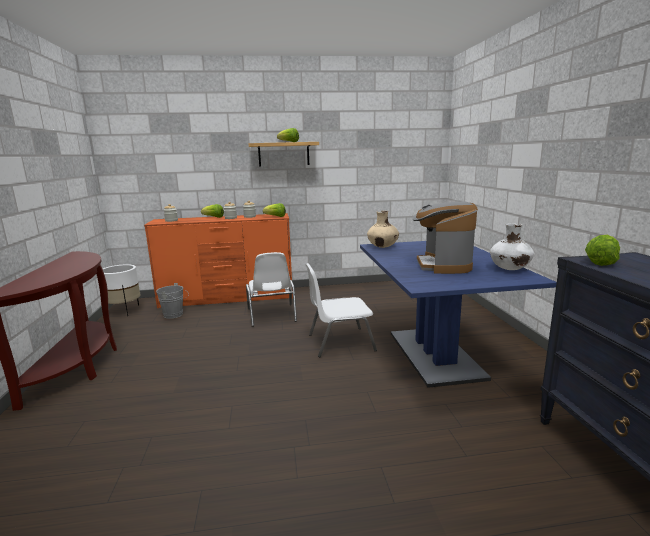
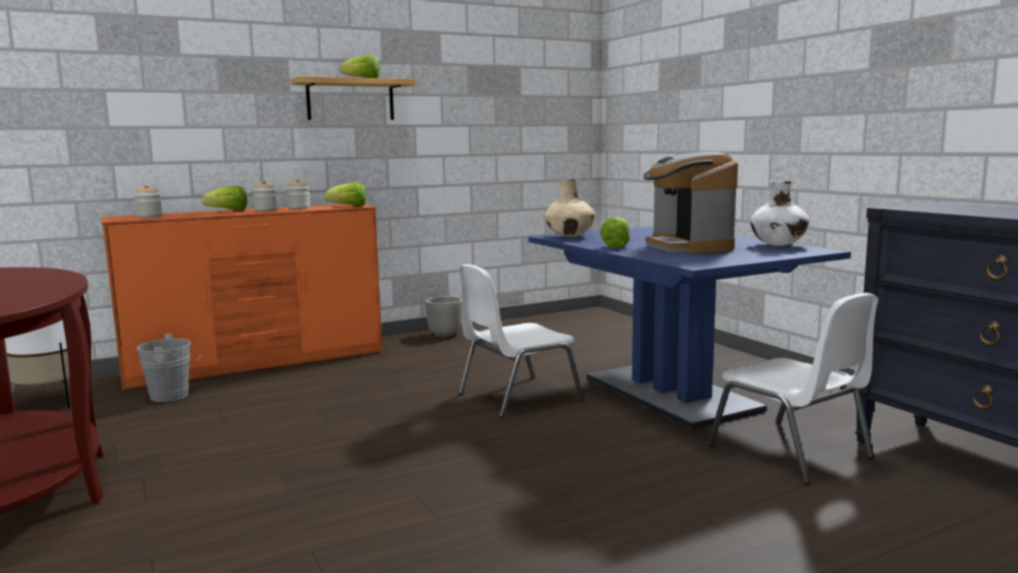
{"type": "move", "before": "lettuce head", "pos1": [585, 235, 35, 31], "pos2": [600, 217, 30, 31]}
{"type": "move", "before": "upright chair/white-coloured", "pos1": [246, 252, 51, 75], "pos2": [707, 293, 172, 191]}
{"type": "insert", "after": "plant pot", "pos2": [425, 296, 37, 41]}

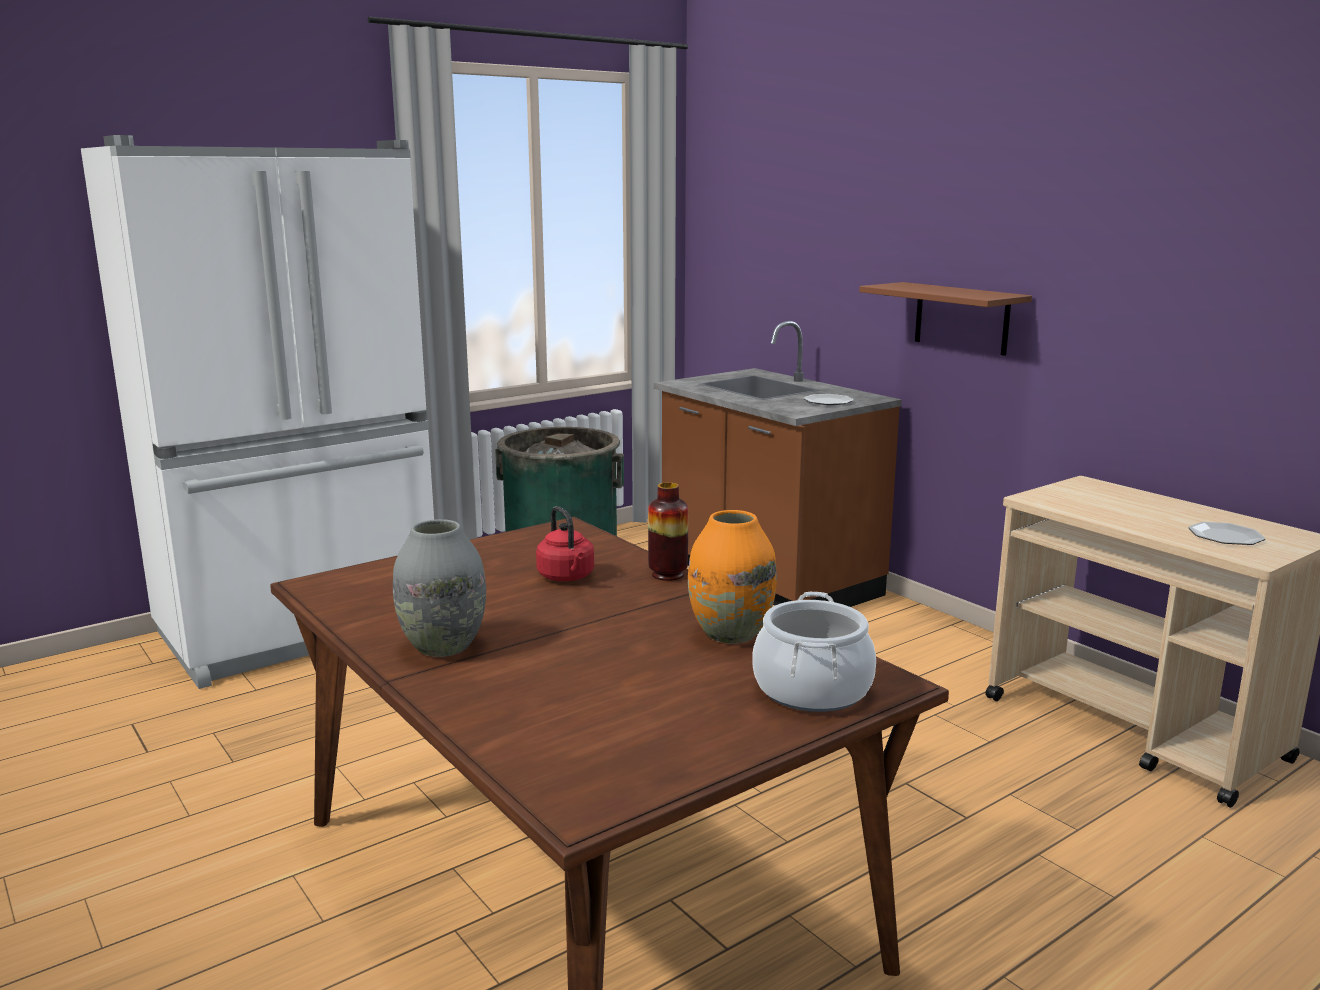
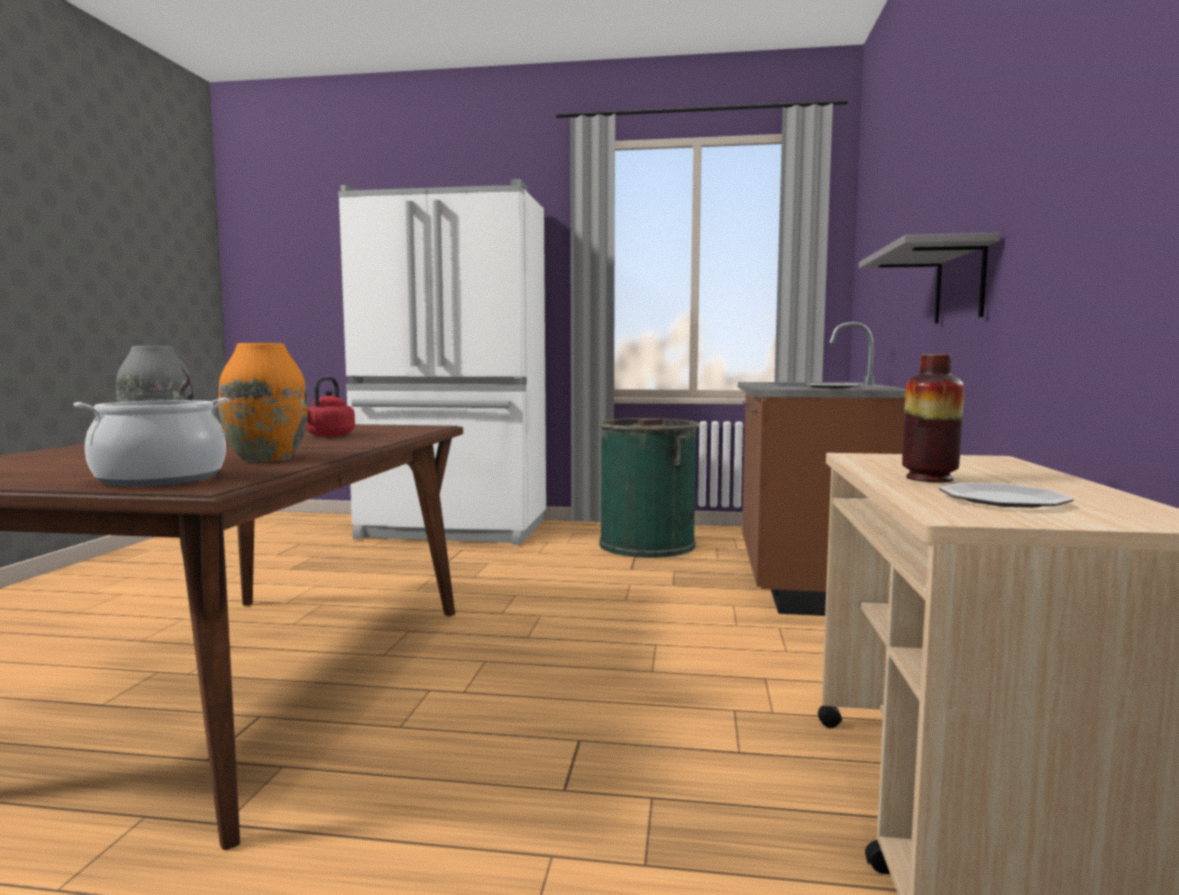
{"type": "recolor", "before": "wall shelf/brownish", "after": "wall shelf/grey", "pos1": [859, 282, 173, 74], "pos2": [859, 233, 141, 91]}
{"type": "move", "before": "flower vase", "pos1": [648, 482, 40, 99], "pos2": [902, 354, 62, 128]}

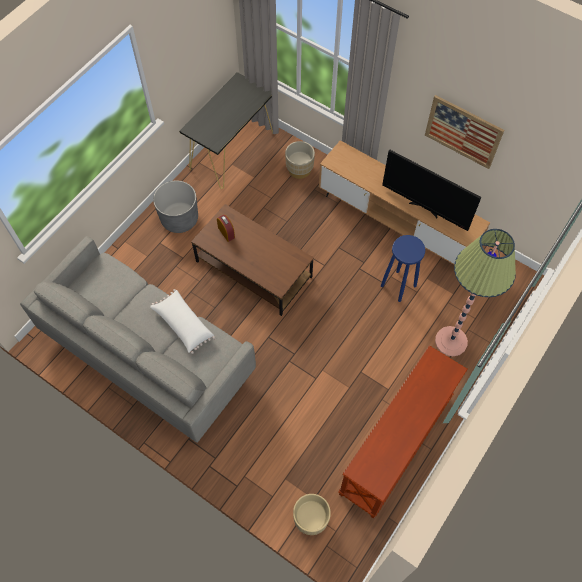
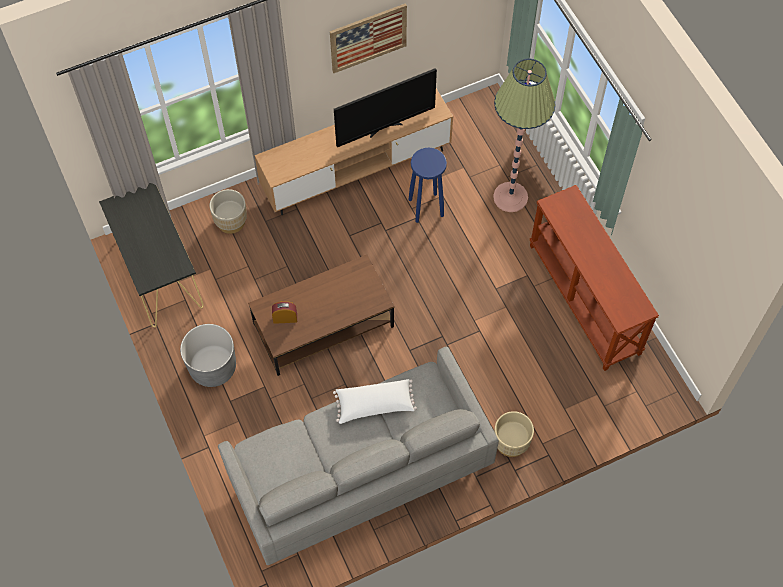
{"type": "move", "before": "plant pot/sand-coloured", "pos1": [293, 494, 38, 41], "pos2": [494, 411, 40, 46]}

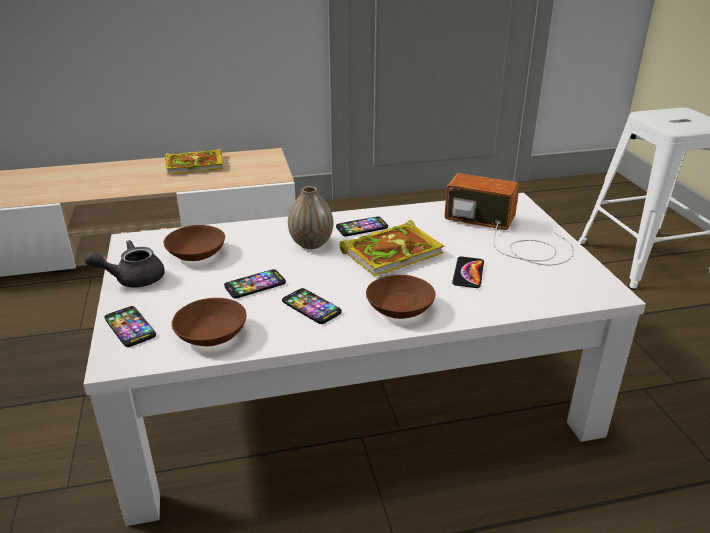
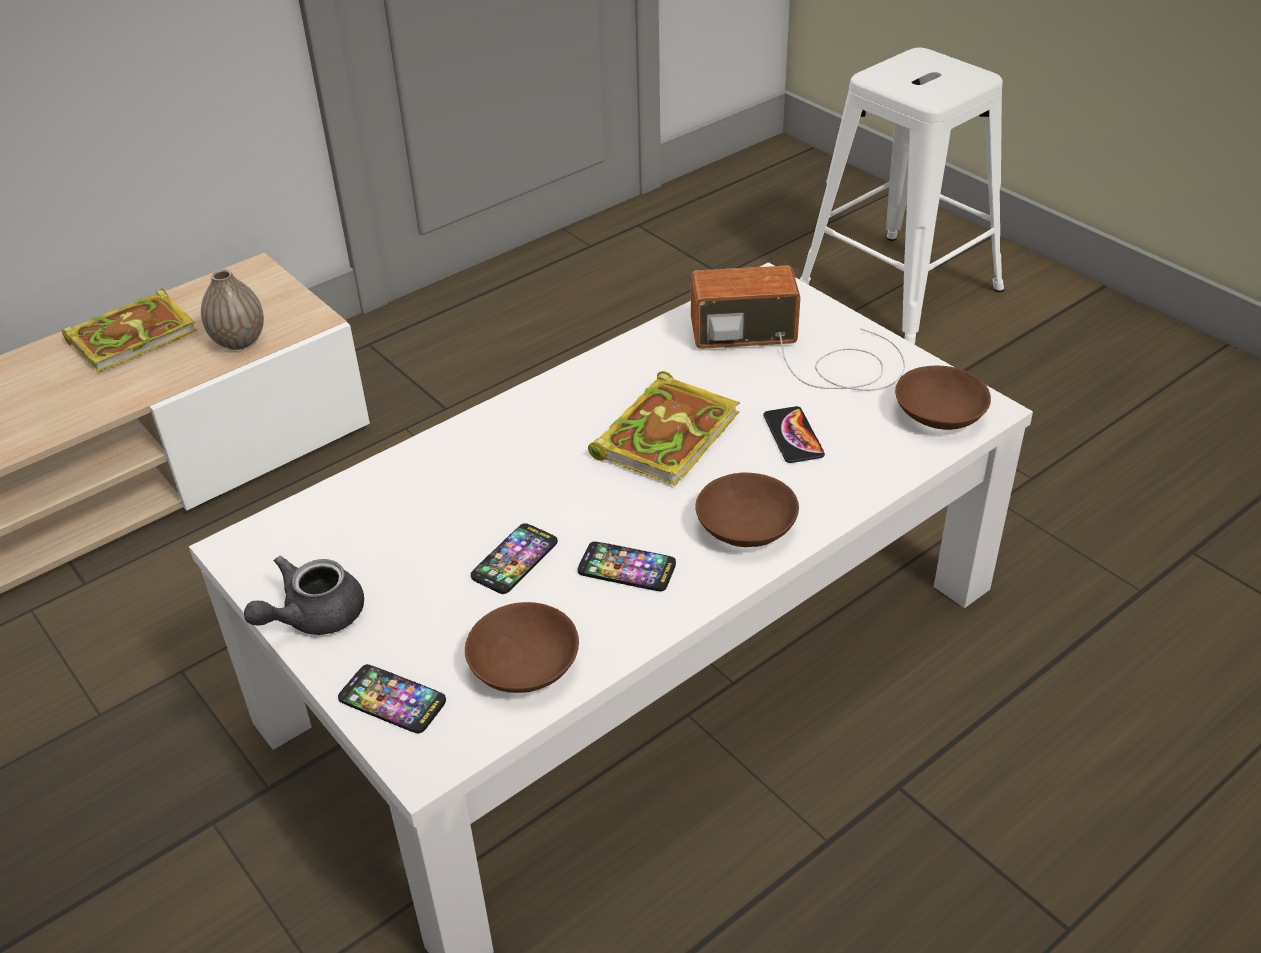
{"type": "move", "before": "flower vase", "pos1": [288, 186, 45, 63], "pos2": [201, 270, 63, 80]}
{"type": "delete", "before": "phone", "pos1": [336, 216, 52, 20]}
{"type": "move", "before": "serving bowl/brownish", "pos1": [163, 225, 62, 36], "pos2": [895, 366, 96, 64]}

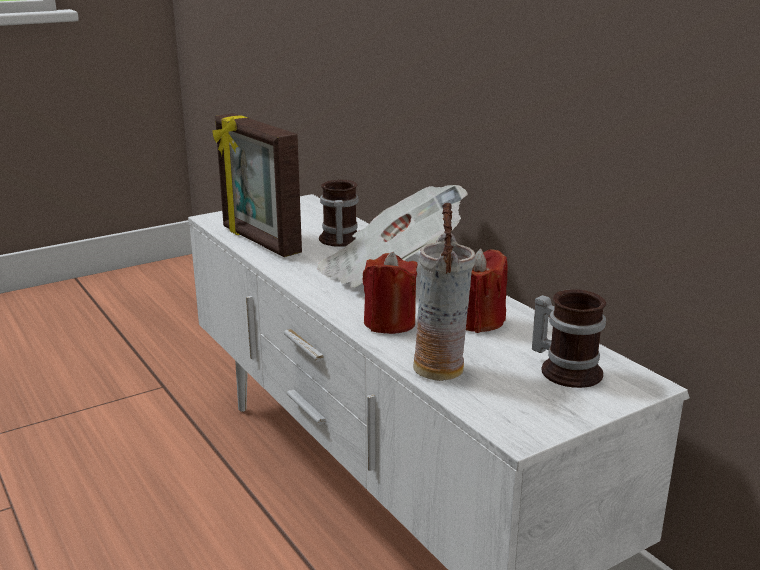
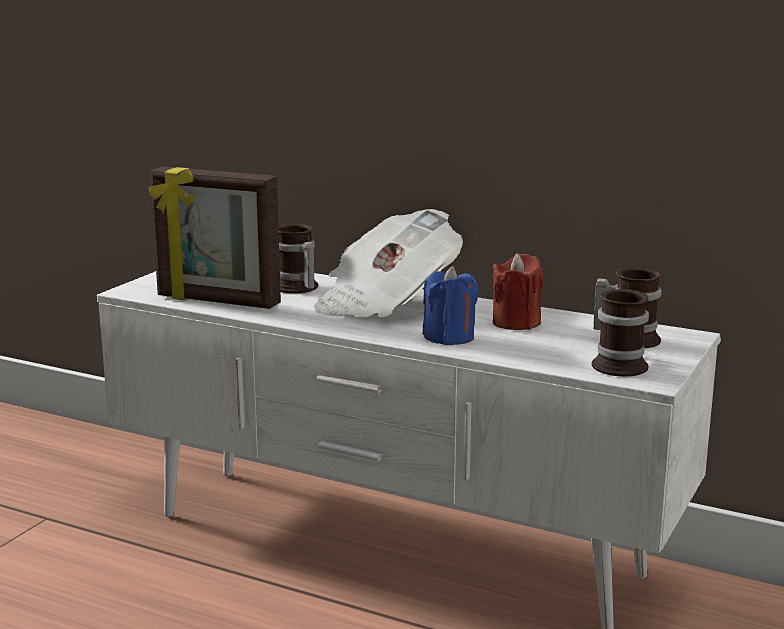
{"type": "delete", "before": "flower vase", "pos1": [413, 203, 62, 178]}
{"type": "recolor", "before": "wax light/reddish", "after": "wax light/blue", "pos1": [363, 252, 55, 82], "pos2": [423, 266, 56, 79]}
{"type": "insert", "after": "tea mug", "pos2": [592, 289, 57, 88]}

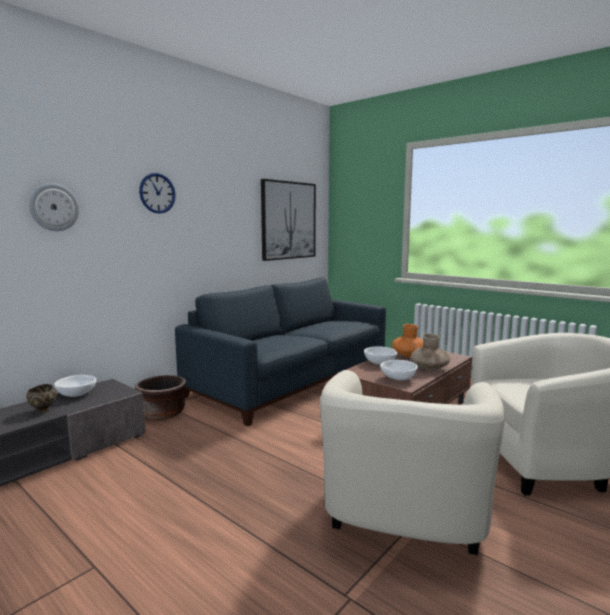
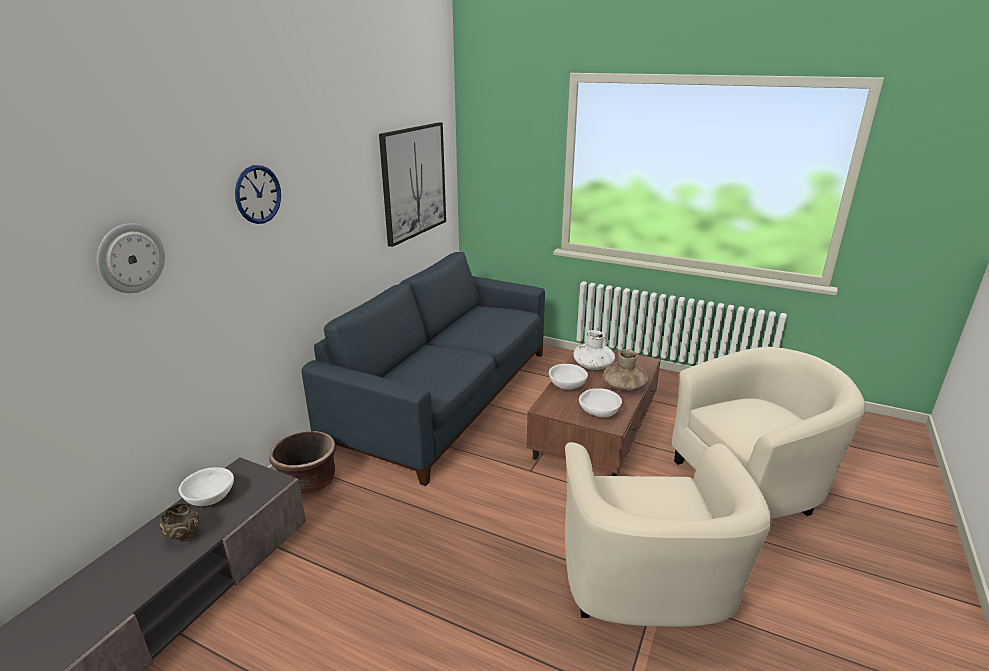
{"type": "recolor", "before": "flower vase/orangey", "after": "flower vase/white-coloured", "pos1": [392, 324, 31, 33], "pos2": [573, 330, 42, 40]}

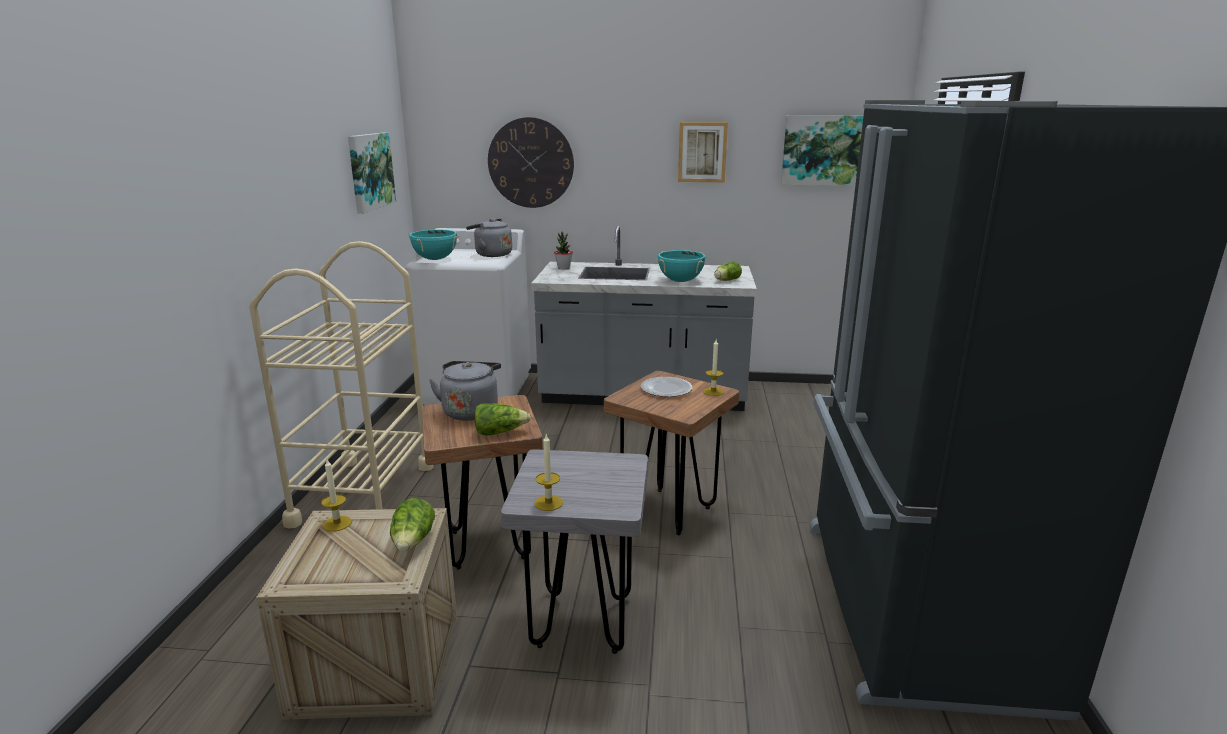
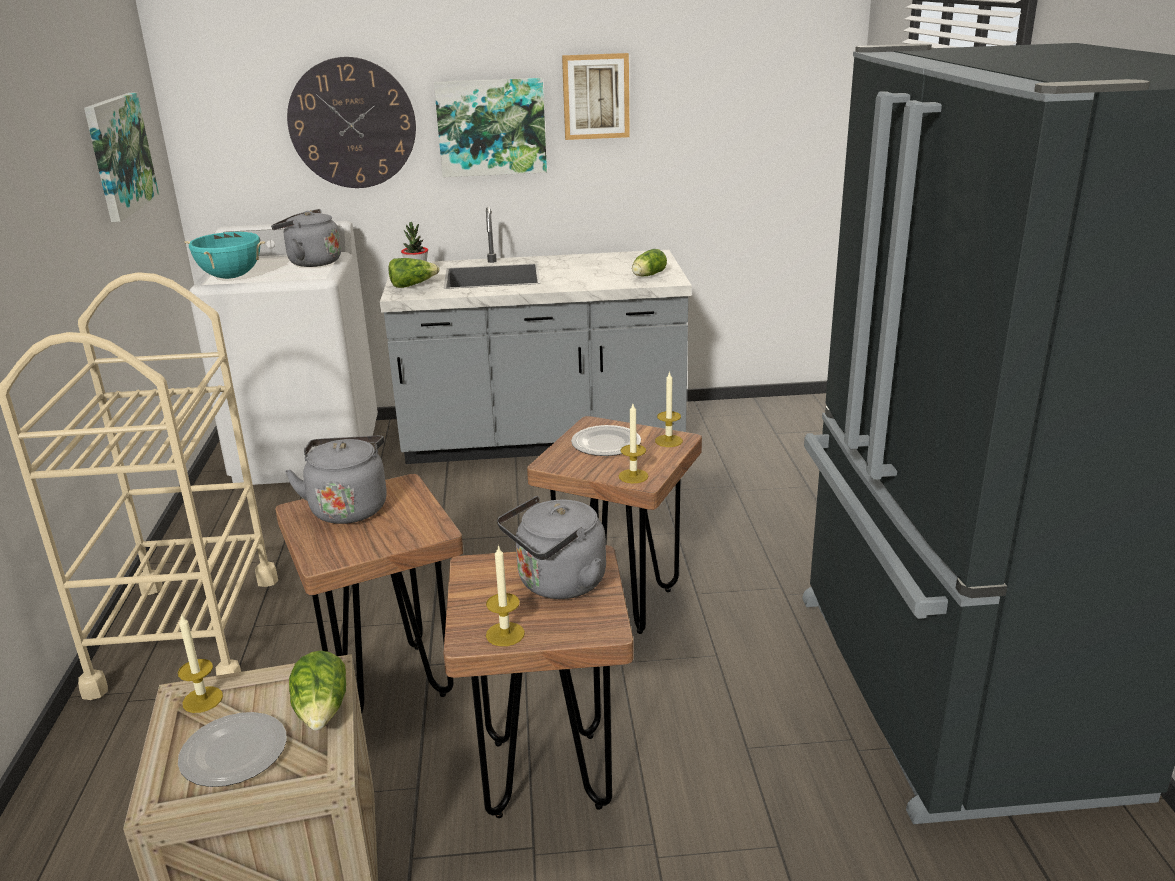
{"type": "move", "before": "wall picture", "pos1": [781, 115, 82, 71], "pos2": [434, 78, 113, 99]}
{"type": "delete", "before": "saucepot/blue-green", "pos1": [658, 250, 48, 32]}
{"type": "move", "before": "lettuce head", "pos1": [474, 403, 57, 32], "pos2": [388, 258, 52, 30]}
{"type": "recolor", "before": "sitting stool/grey", "after": "sitting stool/brownish", "pos1": [501, 449, 147, 205], "pos2": [443, 545, 191, 273]}
{"type": "insert", "after": "wax light", "pos2": [619, 404, 30, 79]}
{"type": "insert", "after": "tea kettle/grey", "pos2": [497, 496, 109, 103]}
{"type": "insert", "after": "dinner plate", "pos2": [178, 712, 109, 75]}

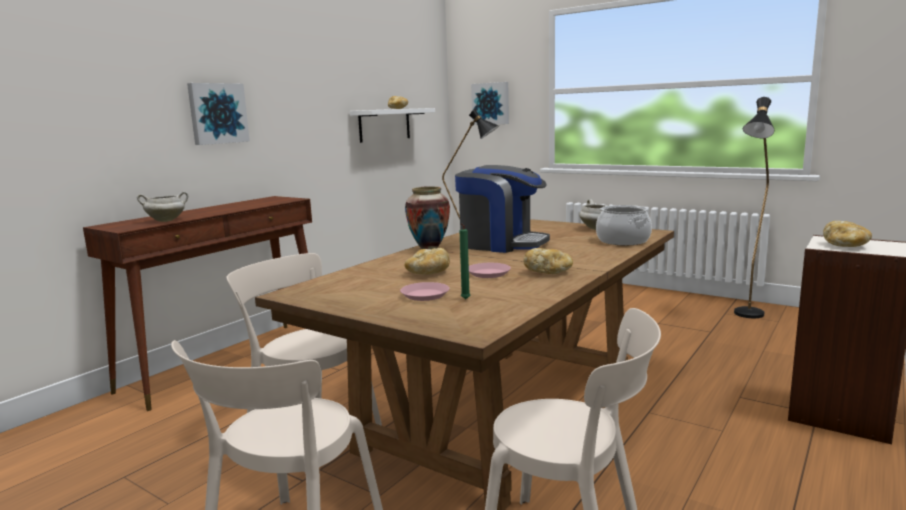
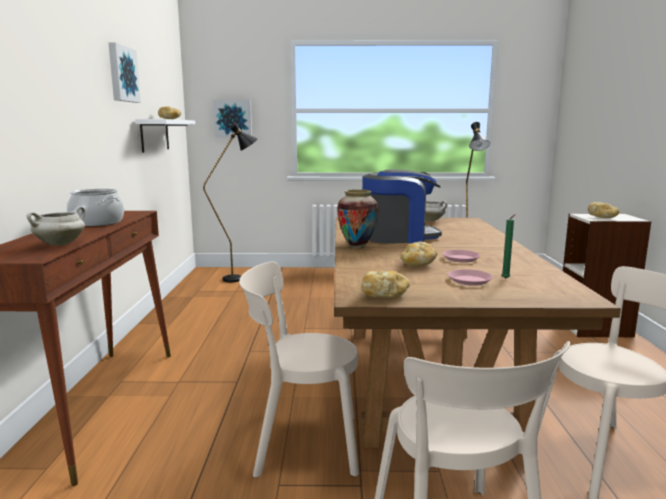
{"type": "move", "before": "wall picture", "pos1": [187, 83, 63, 62], "pos2": [108, 42, 33, 61]}
{"type": "move", "before": "saucepot", "pos1": [596, 205, 56, 40], "pos2": [67, 189, 57, 37]}
{"type": "move", "before": "baked bread", "pos1": [523, 248, 50, 26], "pos2": [361, 271, 49, 27]}

